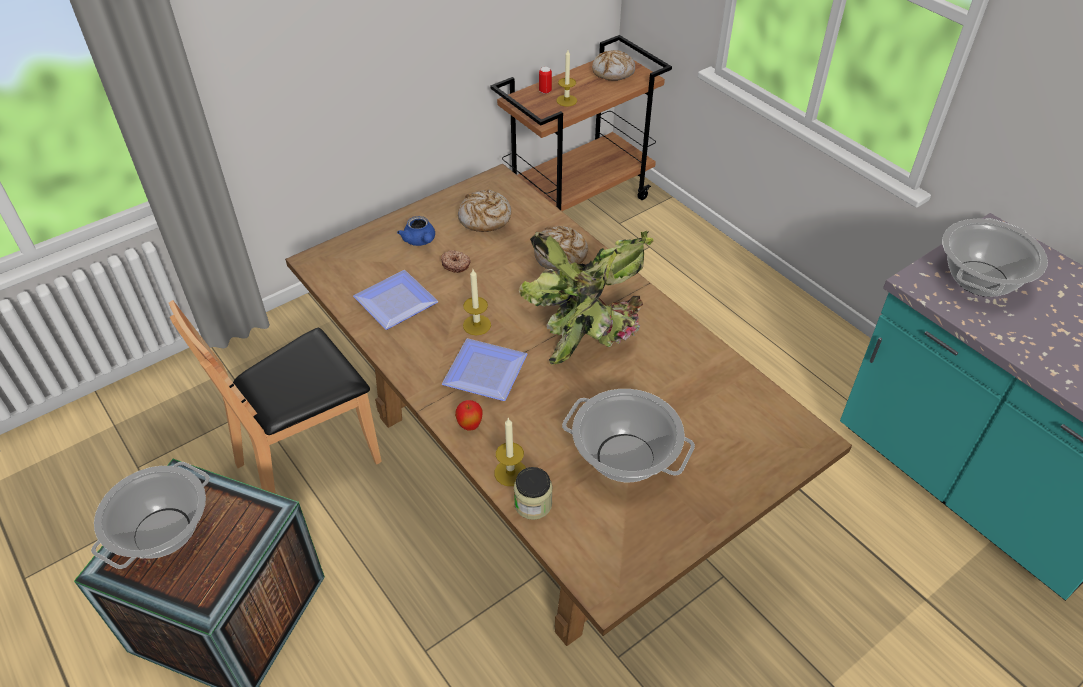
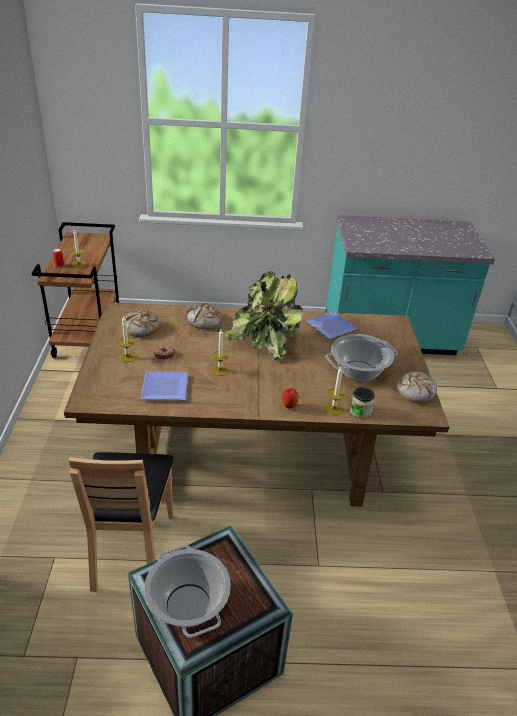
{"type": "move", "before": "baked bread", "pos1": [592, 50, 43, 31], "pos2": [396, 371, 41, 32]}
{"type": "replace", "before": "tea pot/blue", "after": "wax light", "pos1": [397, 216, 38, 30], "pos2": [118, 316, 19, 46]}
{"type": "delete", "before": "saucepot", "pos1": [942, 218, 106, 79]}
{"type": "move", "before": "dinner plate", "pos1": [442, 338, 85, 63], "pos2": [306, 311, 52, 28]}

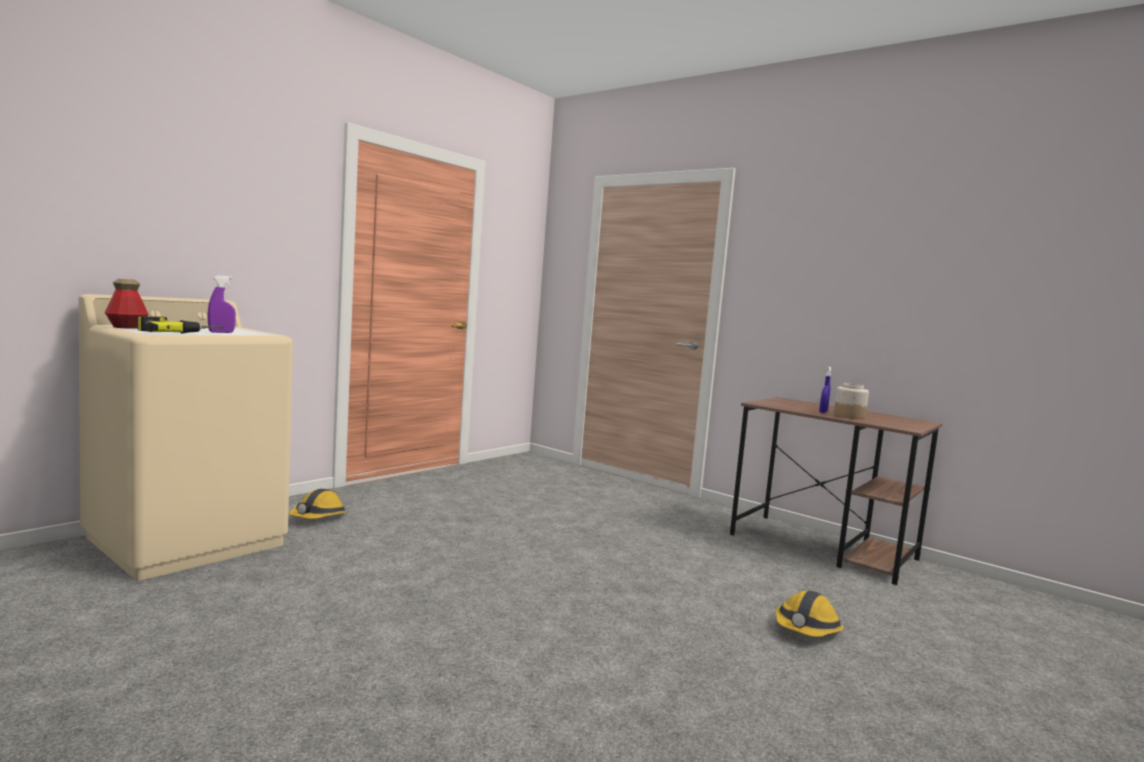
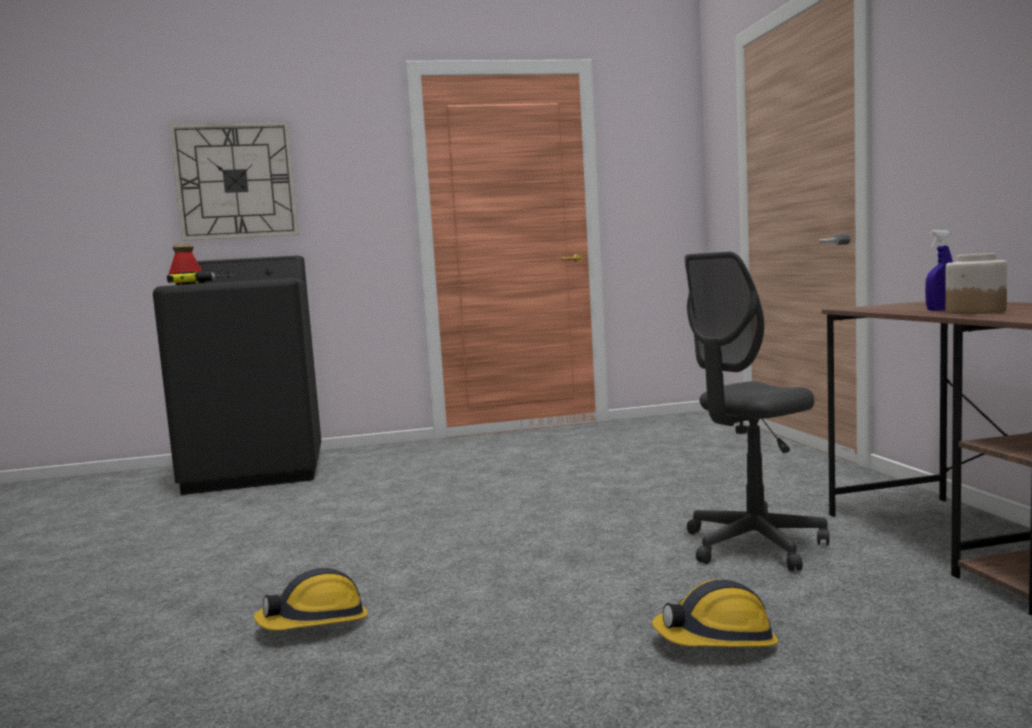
{"type": "delete", "before": "hand sprayer/purple-coloured", "pos1": [207, 276, 29, 57]}
{"type": "recolor", "before": "laundry appliance/sand-coloured", "after": "laundry appliance/black", "pos1": [79, 294, 214, 287], "pos2": [153, 255, 168, 240]}
{"type": "move", "before": "hard hat", "pos1": [289, 489, 58, 30], "pos2": [254, 568, 114, 62]}
{"type": "insert", "after": "hanging clock", "pos2": [169, 121, 130, 120]}
{"type": "insert", "after": "computer chair/grey", "pos2": [684, 252, 145, 320]}

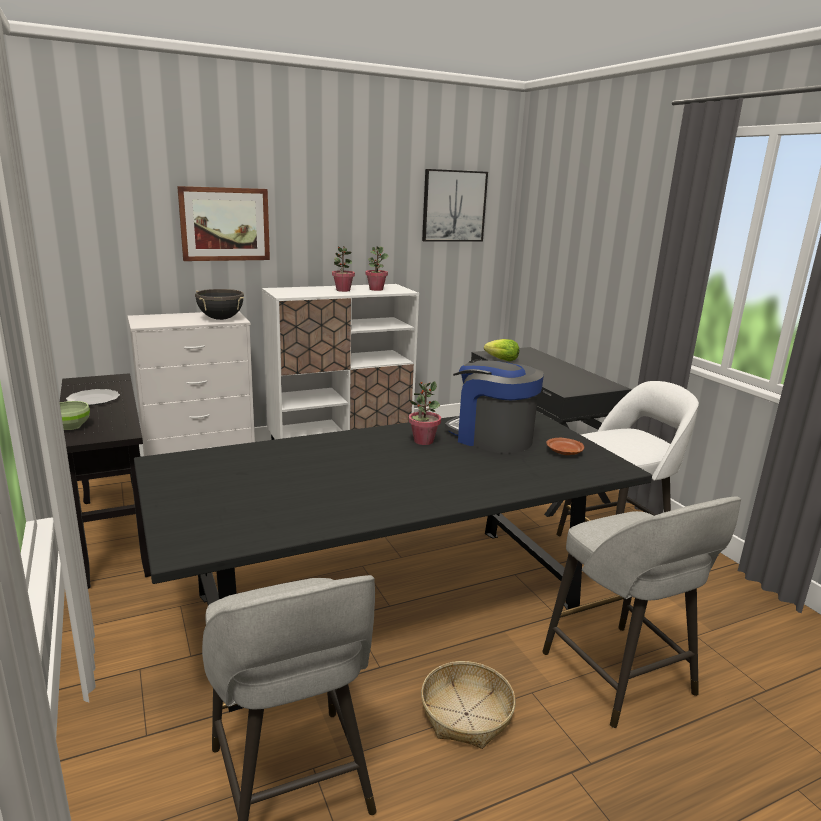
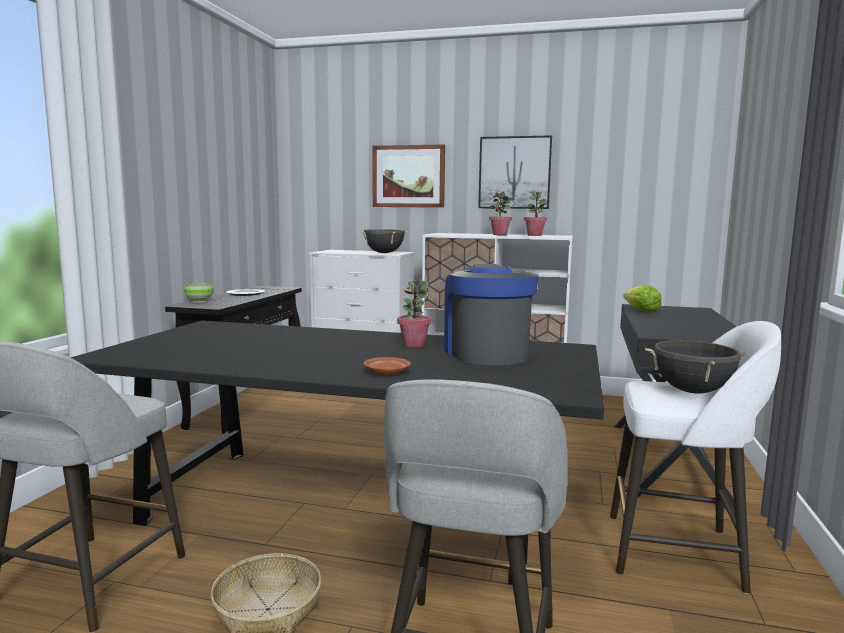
{"type": "move", "before": "wall picture", "pos1": [422, 169, 66, 73], "pos2": [478, 135, 74, 74]}
{"type": "move", "before": "dinner plate/brownish", "pos1": [546, 438, 38, 17], "pos2": [363, 357, 48, 19]}
{"type": "insert", "after": "saucepot/black", "pos2": [645, 340, 100, 54]}

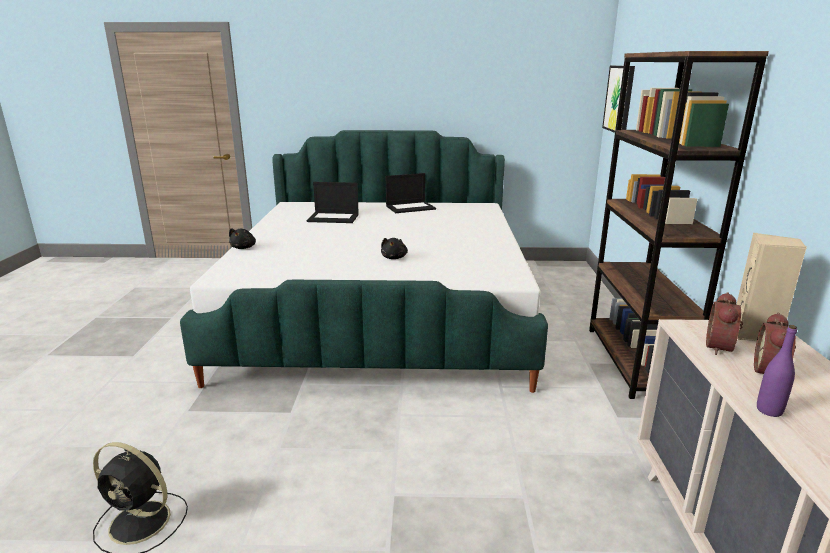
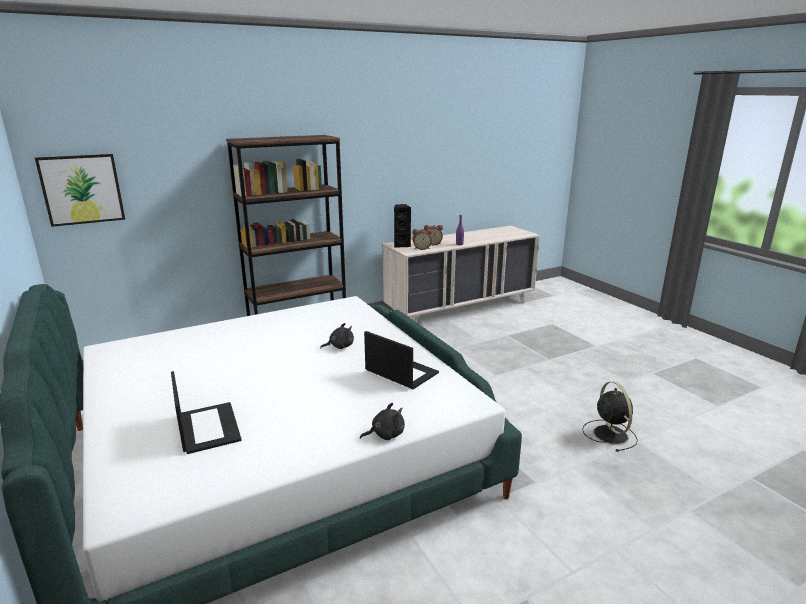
{"type": "move", "before": "laptop", "pos1": [386, 173, 50, 40], "pos2": [364, 331, 75, 58]}
{"type": "recolor", "before": "loudspeaker/sand-coloured", "after": "loudspeaker/black", "pos1": [736, 233, 71, 108], "pos2": [394, 204, 17, 44]}

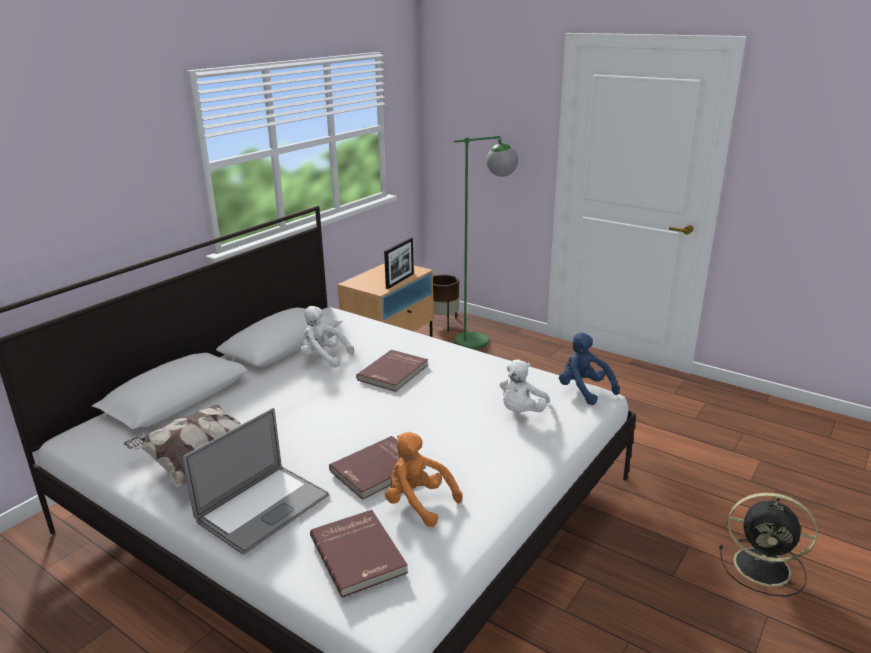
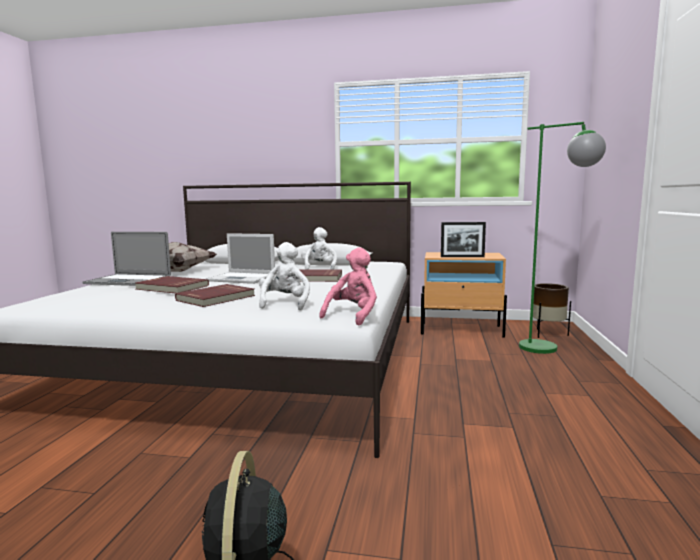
{"type": "recolor", "before": "soft toy/blue", "after": "soft toy/pink", "pos1": [559, 332, 61, 73], "pos2": [319, 247, 58, 78]}
{"type": "rotate", "before": "soft toy/white-coloured", "pos1": [499, 359, 51, 53], "pos2": [259, 242, 51, 69], "turn": 90}
{"type": "delete", "before": "soft toy/orangey", "pos1": [385, 432, 78, 95]}
{"type": "move", "before": "volume/reddish", "pos1": [310, 510, 98, 88], "pos2": [175, 284, 80, 23]}
{"type": "insert", "after": "laptop", "pos2": [206, 233, 69, 51]}

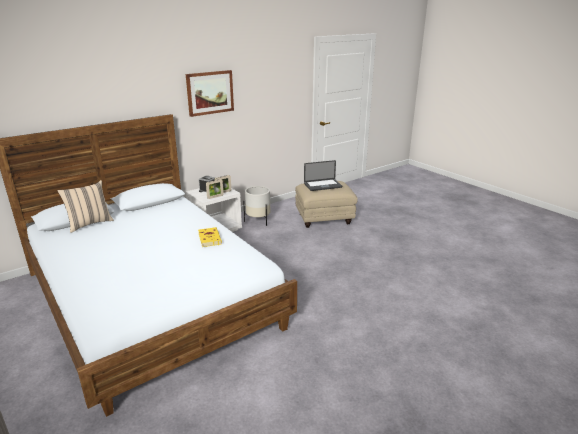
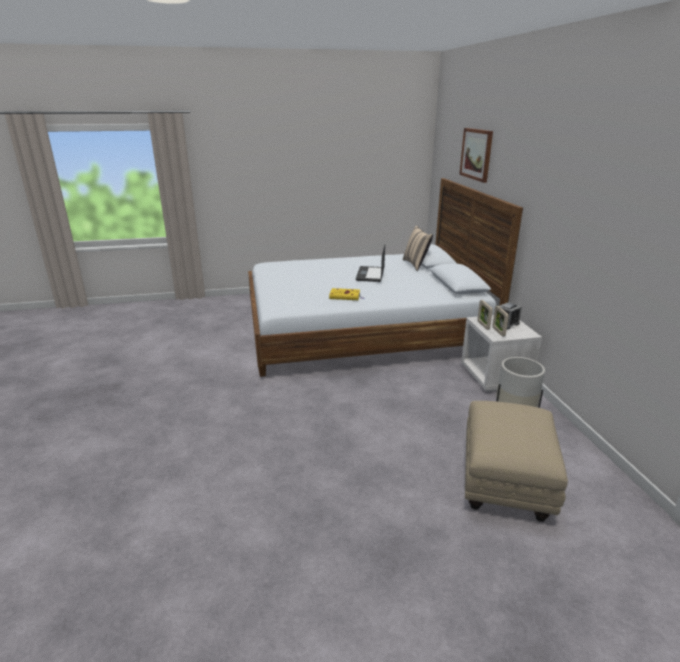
{"type": "move", "before": "wall picture", "pos1": [186, 70, 48, 47], "pos2": [459, 128, 34, 55]}
{"type": "move", "before": "laptop", "pos1": [304, 160, 38, 31], "pos2": [356, 245, 29, 37]}

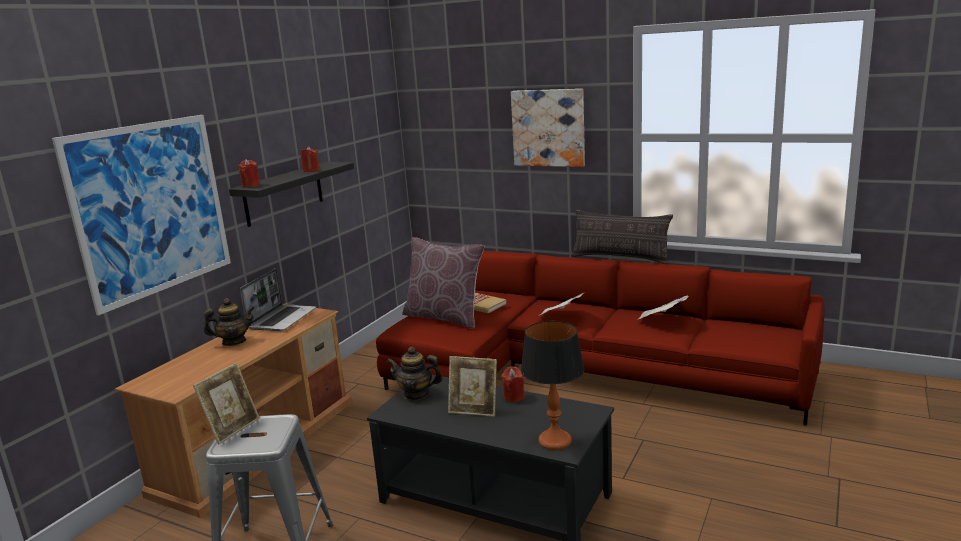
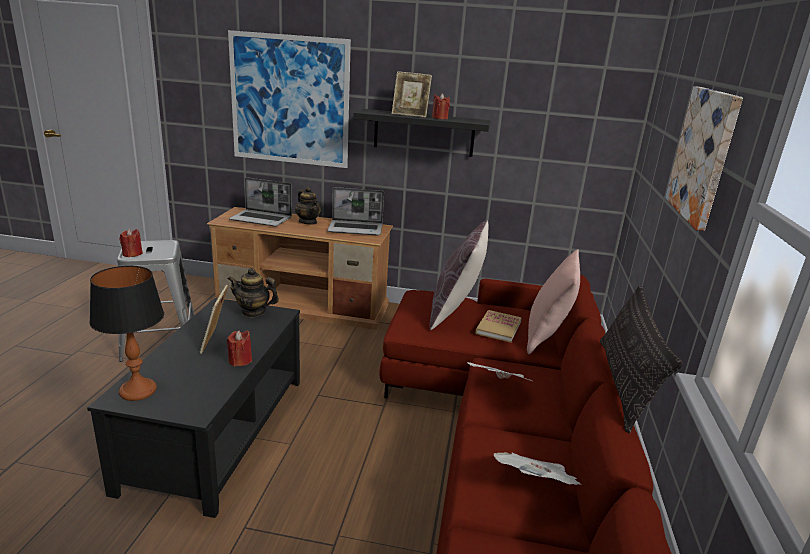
{"type": "move", "before": "wax light/reddish", "pos1": [238, 159, 23, 29], "pos2": [120, 228, 23, 29]}
{"type": "rotate", "before": "tea pot", "pos1": [386, 347, 57, 53], "pos2": [228, 268, 51, 50], "turn": -75}
{"type": "move", "before": "photo frame", "pos1": [193, 363, 67, 82], "pos2": [392, 71, 40, 47]}
{"type": "insert", "after": "laptop", "pos2": [229, 177, 63, 50]}
{"type": "insert", "after": "cushion/pink", "pos2": [527, 249, 53, 105]}

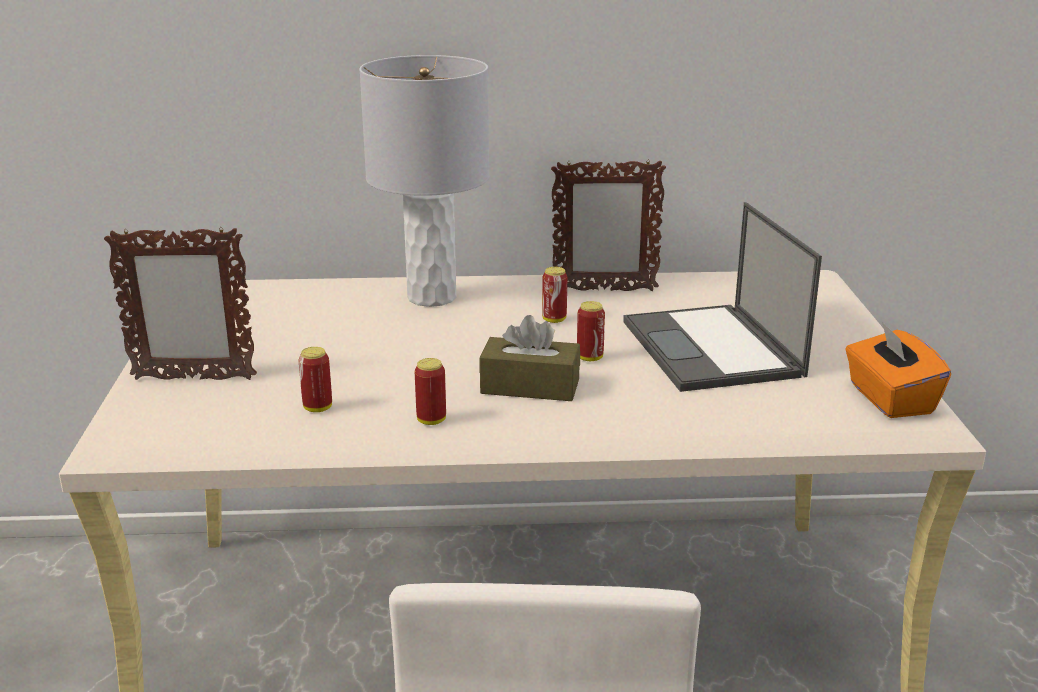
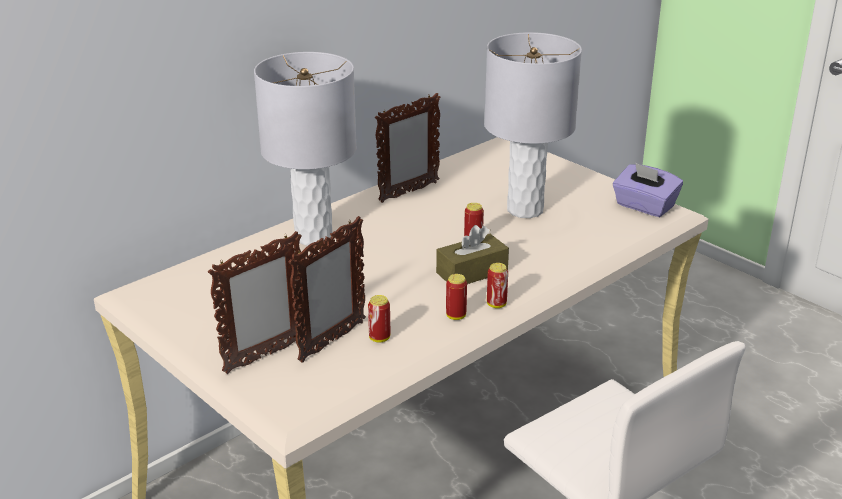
{"type": "replace", "before": "laptop", "after": "lamp for a table/grey", "pos1": [623, 202, 199, 190], "pos2": [484, 32, 98, 186]}
{"type": "move", "before": "sealed can", "pos1": [542, 267, 25, 56], "pos2": [487, 263, 21, 45]}
{"type": "recolor", "before": "tissue holder/orangey", "after": "tissue holder/purple-coloured", "pos1": [845, 322, 106, 96], "pos2": [613, 163, 70, 54]}
{"type": "insert", "after": "photo frame", "pos2": [289, 216, 77, 147]}

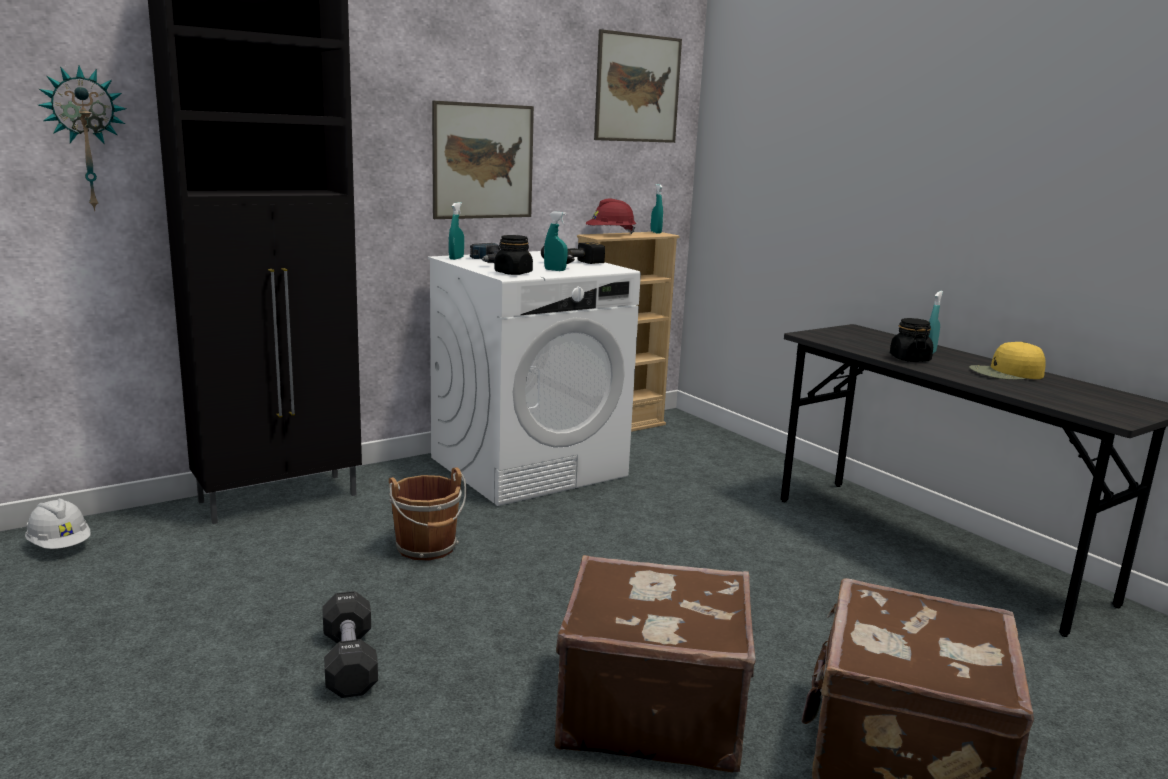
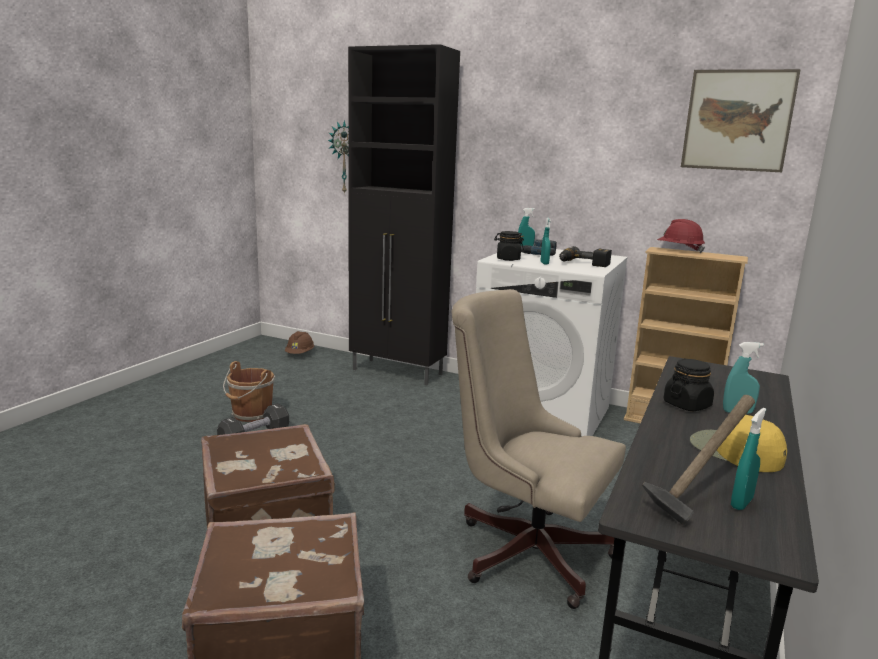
{"type": "delete", "before": "wall picture", "pos1": [432, 101, 102, 118]}
{"type": "move", "before": "hand sprayer/blue-green", "pos1": [651, 184, 12, 50], "pos2": [731, 408, 35, 102]}
{"type": "move", "before": "water bucket/brownish", "pos1": [389, 467, 77, 93], "pos2": [223, 361, 52, 61]}
{"type": "recolor", "before": "hard hat/white-coloured", "after": "hard hat/brownish", "pos1": [25, 498, 65, 51], "pos2": [285, 331, 29, 23]}
{"type": "insert", "after": "computer chair/sand-coloured", "pos2": [452, 289, 174, 320]}
{"type": "insert", "after": "hand hammer", "pos2": [642, 395, 113, 130]}

